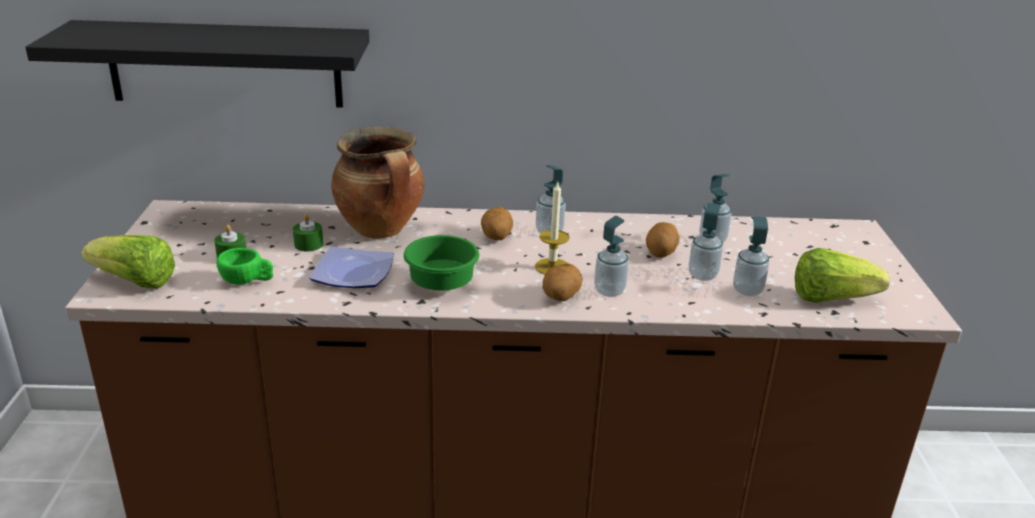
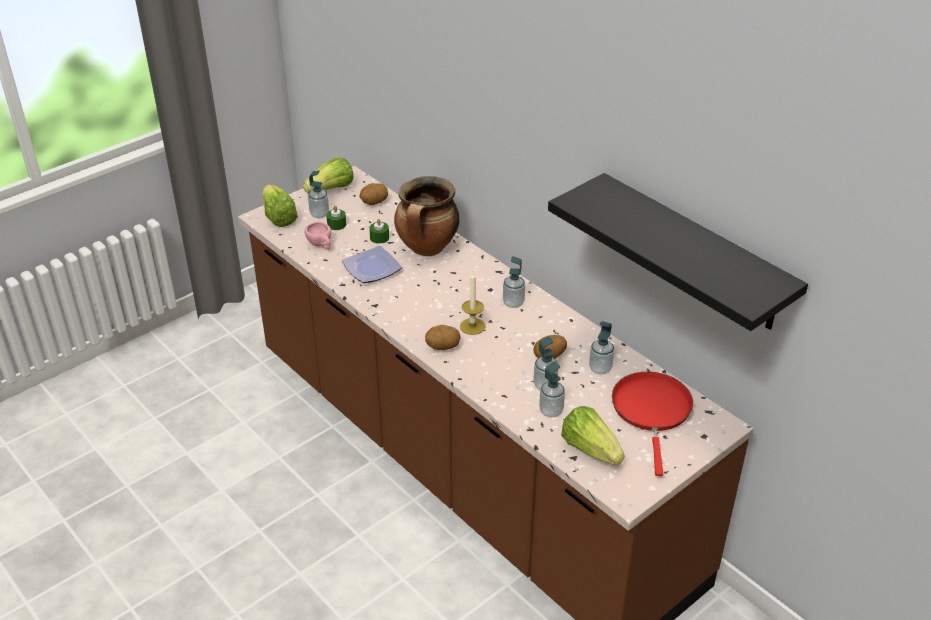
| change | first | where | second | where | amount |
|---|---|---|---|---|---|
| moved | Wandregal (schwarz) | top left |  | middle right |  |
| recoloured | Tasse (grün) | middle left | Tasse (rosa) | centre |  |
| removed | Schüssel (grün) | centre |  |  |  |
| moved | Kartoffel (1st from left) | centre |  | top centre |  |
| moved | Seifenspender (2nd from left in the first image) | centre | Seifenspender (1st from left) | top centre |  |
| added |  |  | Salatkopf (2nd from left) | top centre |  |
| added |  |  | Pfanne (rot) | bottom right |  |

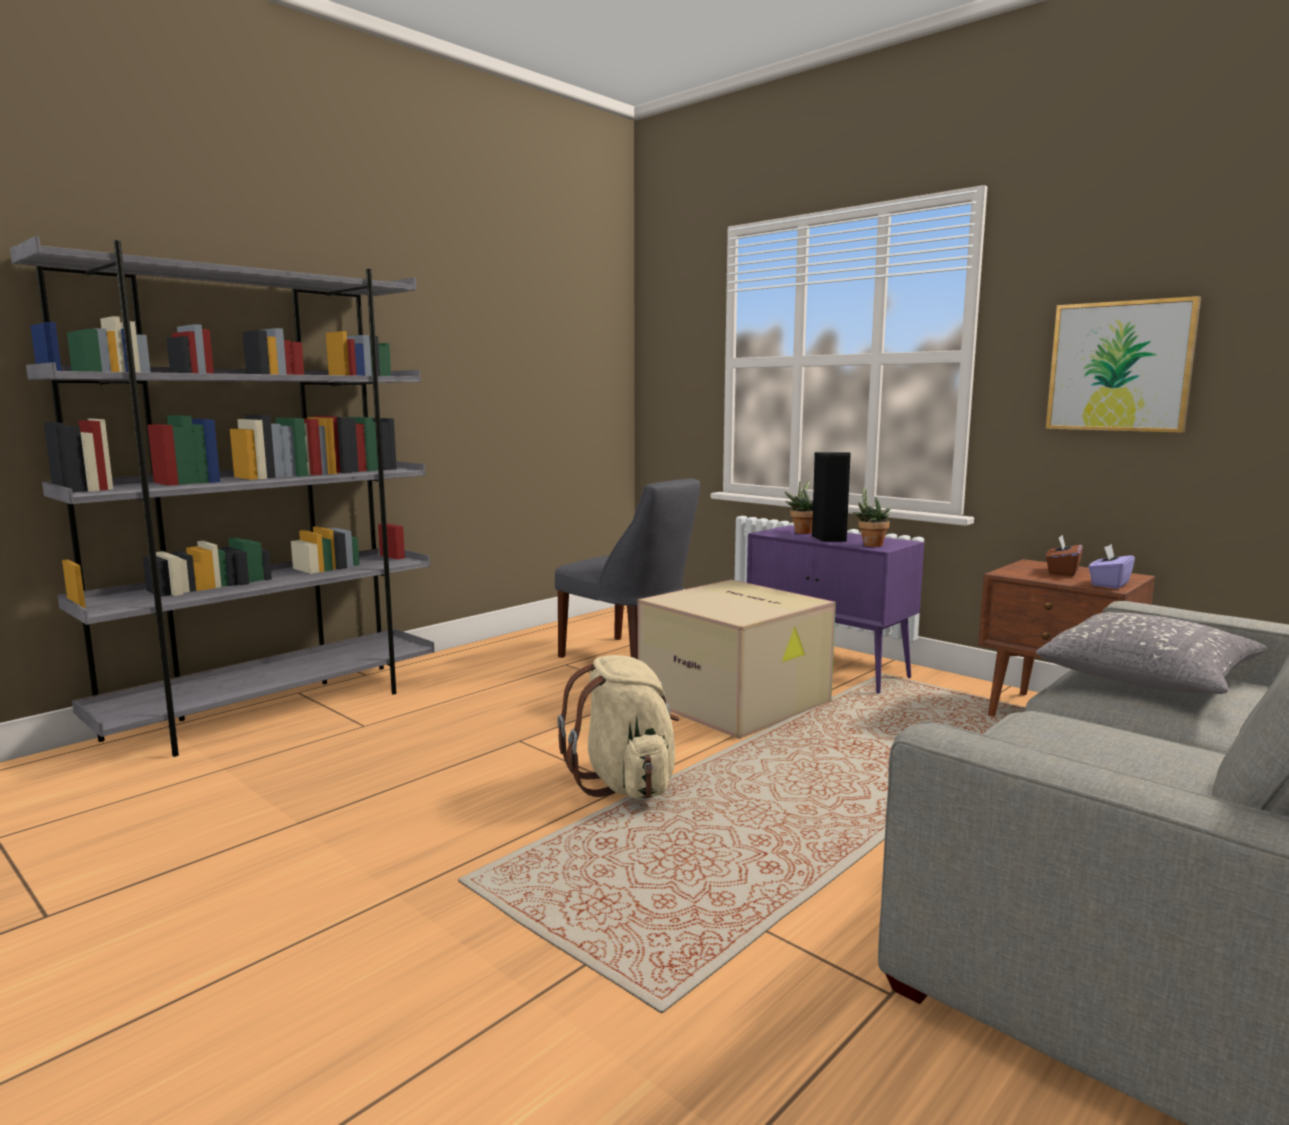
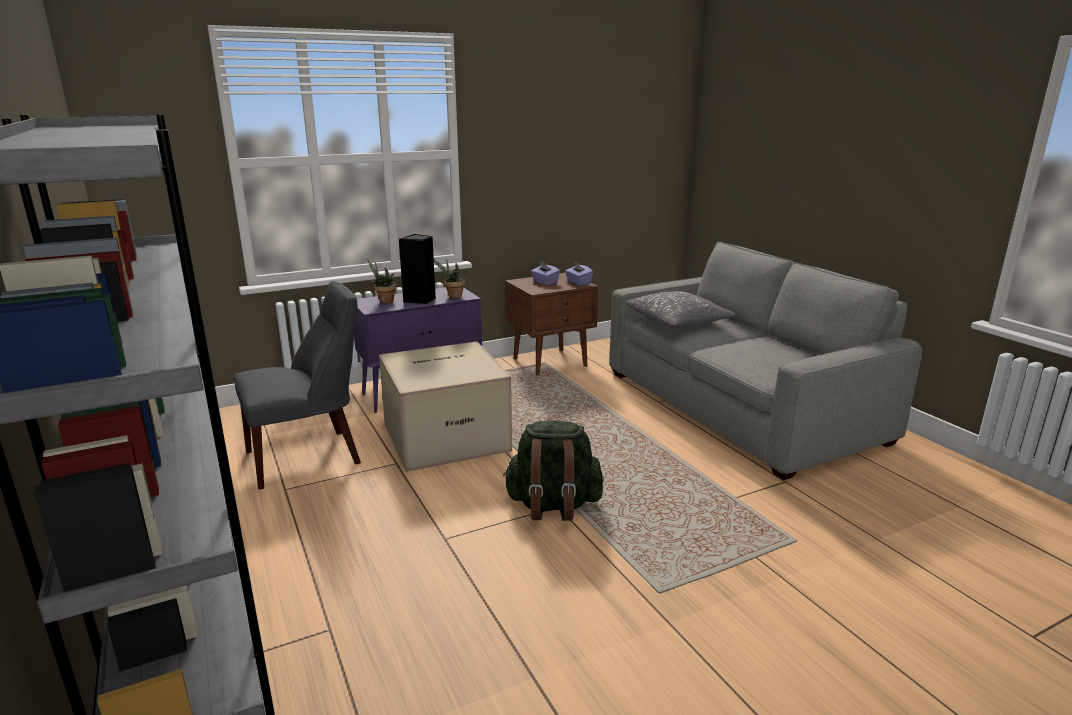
| change | first | where | second | where | amount |
|---|---|---|---|---|---|
| recoloured | Rucksack (beige) | centre | Rucksack (grün) | centre |  |
| removed | Bild | top right |  |  |  |
| recoloured | Taschentuchbox (braun) | middle right | Taschentuchbox (lila) (1st from left) | centre |  |

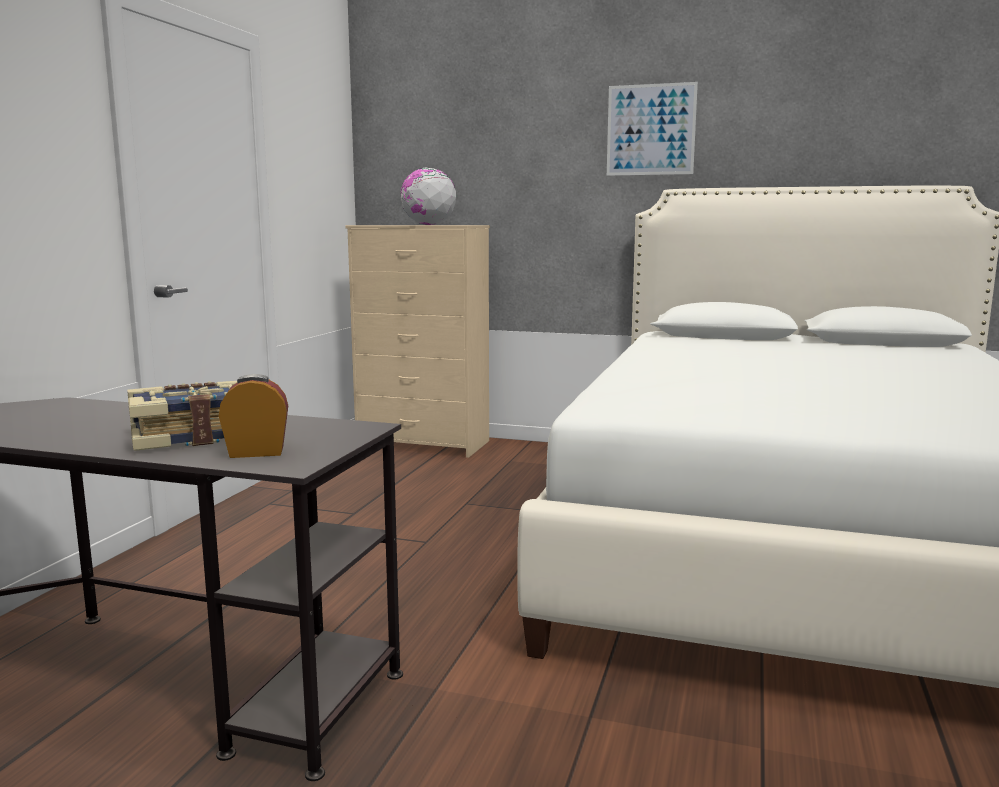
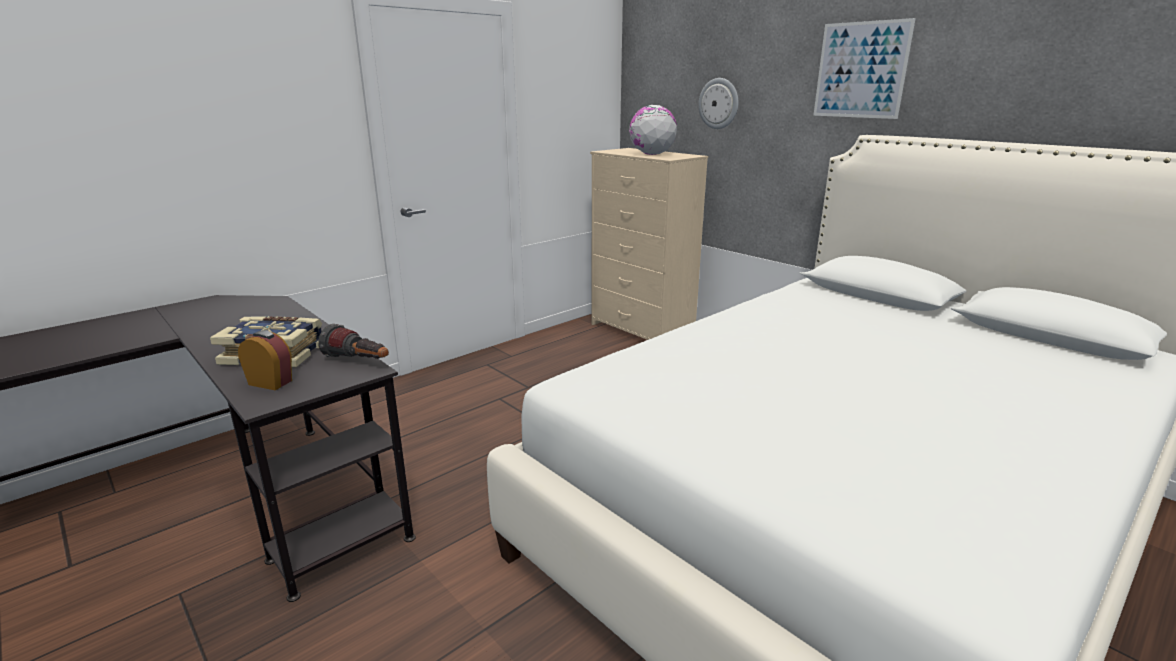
| change | first | where | second | where | amount |
|---|---|---|---|---|---|
| added |  |  | Taschenlampe | middle left |  |
| added |  |  | Wanduhr | top centre |  |

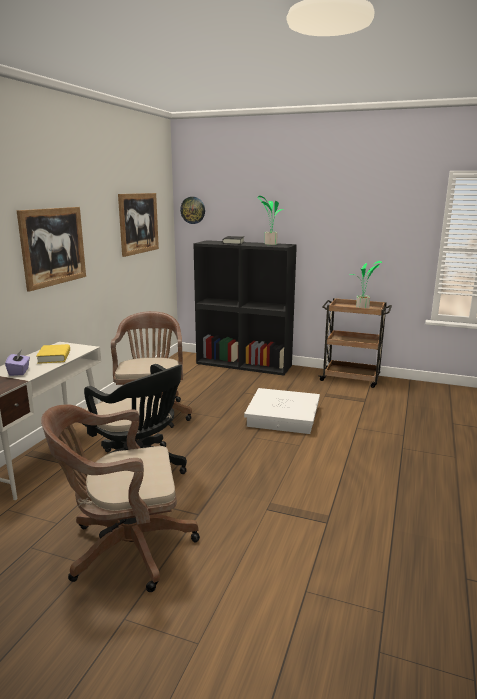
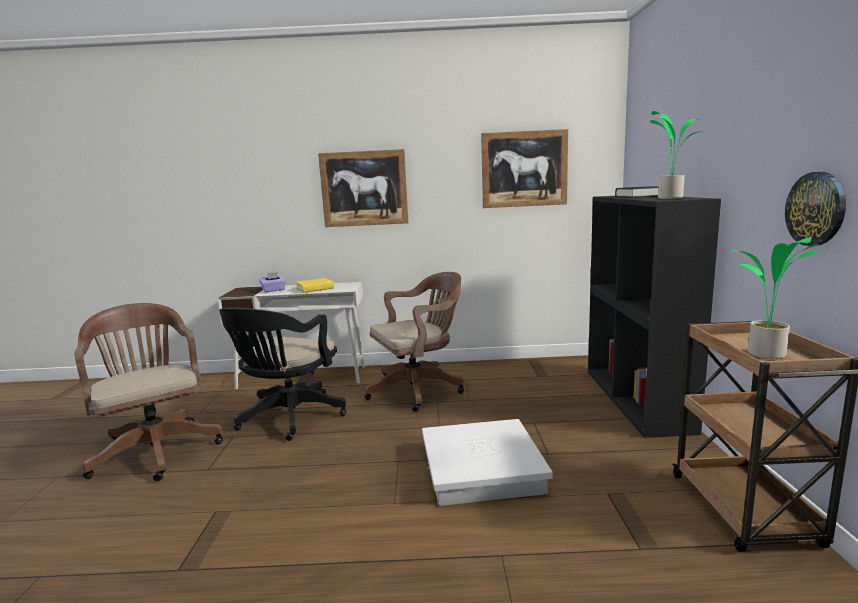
| change | first | where | second | where | amount |
|---|---|---|---|---|---|
| moved | Wanduhr | top centre |  | middle right |  |

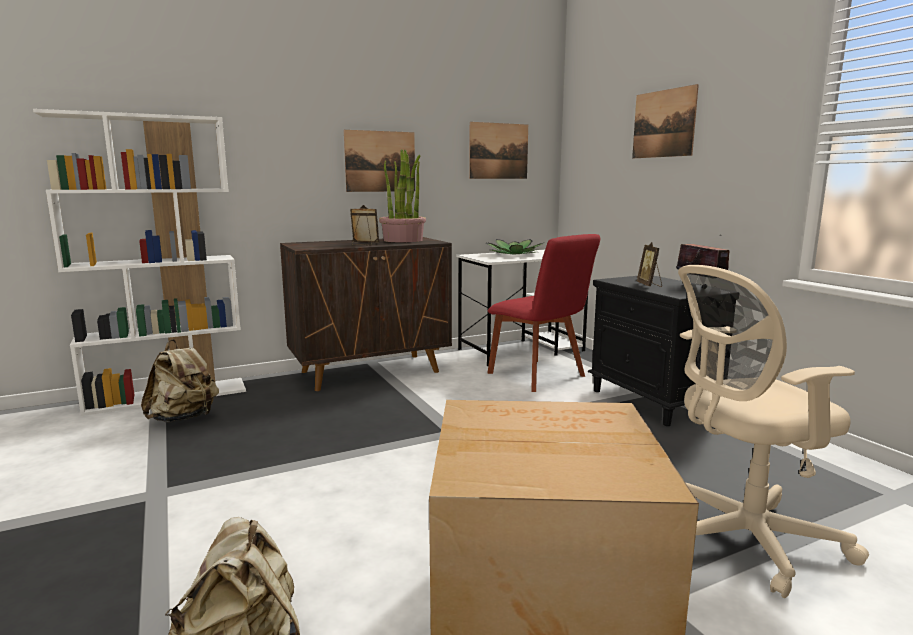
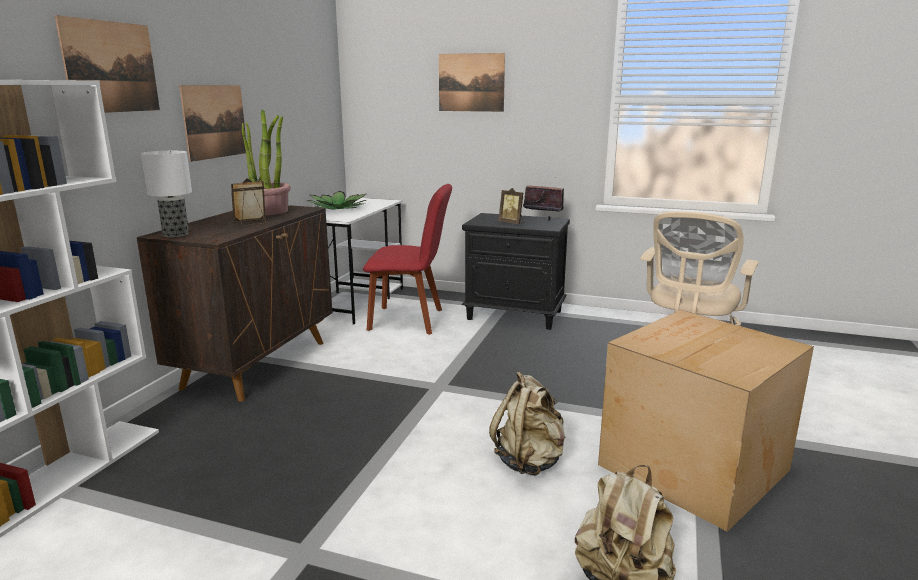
| change | first | where | second | where | amount |
|---|---|---|---|---|---|
| moved | Rucksack (beige) (1st from left) | middle left |  | bottom centre |  |
| moved | Bild (2nd from left in the first image) | top centre | Bild (1st from left) | top left |  |
| added |  |  | Tischlampe | middle left |  |

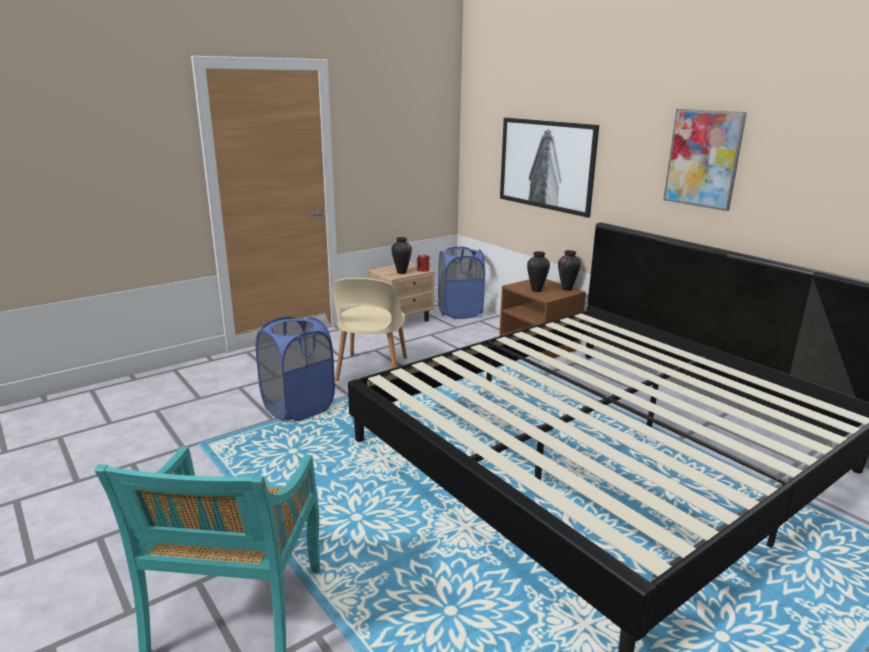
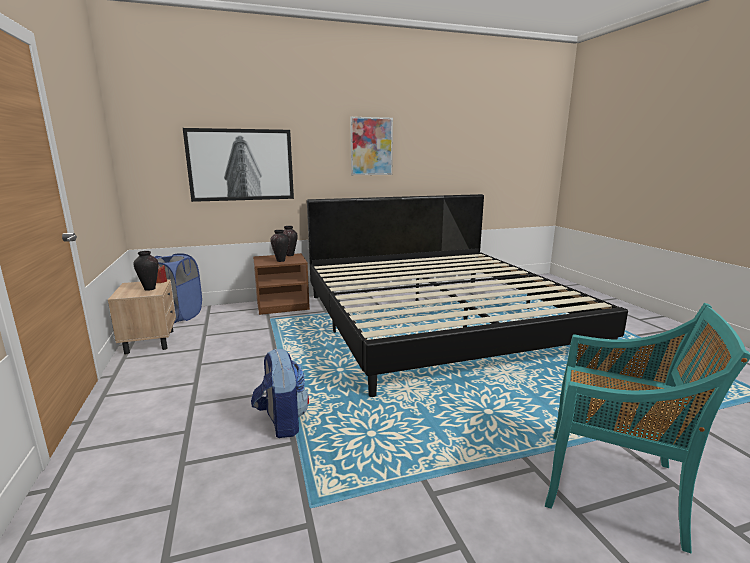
| change | first | where | second | where | amount |
|---|---|---|---|---|---|
| replaced | Wäschekorb (blau) (1st from left) | centre | Rucksack | bottom centre |  |
| removed | Stuhl (beige) | centre |  |  |  |

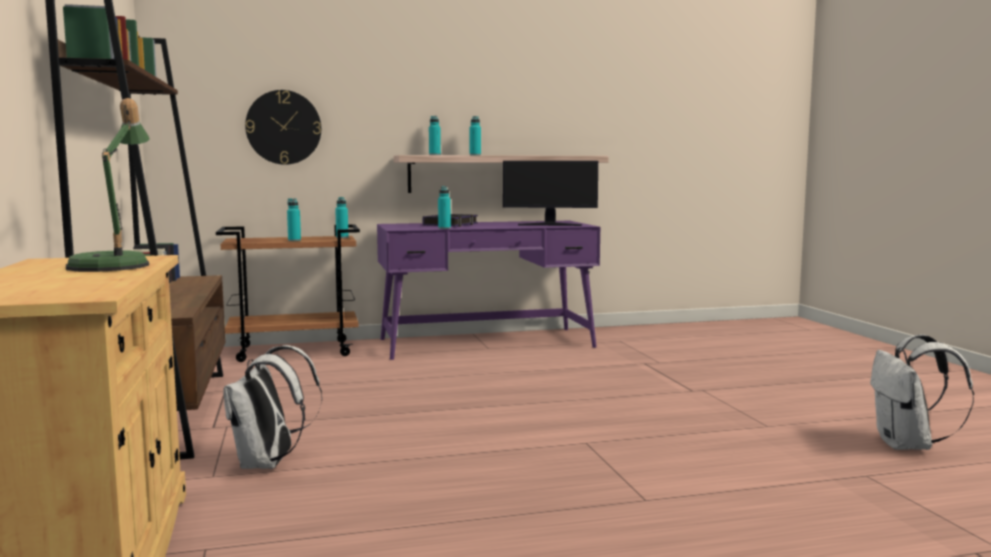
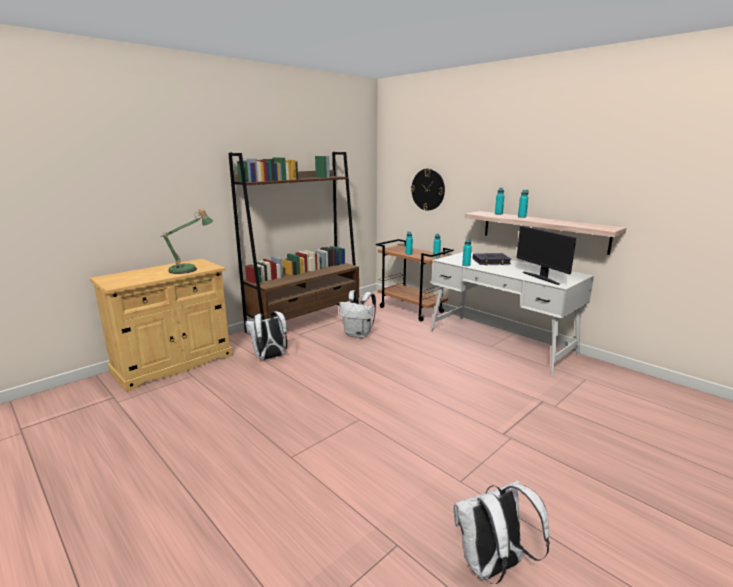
| change | first | where | second | where | amount |
|---|---|---|---|---|---|
| recoloured | Schreibtisch (lila) | centre | Schreibtisch (weiß) | middle right |  |
| added |  |  | Rucksack (weiß) (2nd from left) | centre |  |

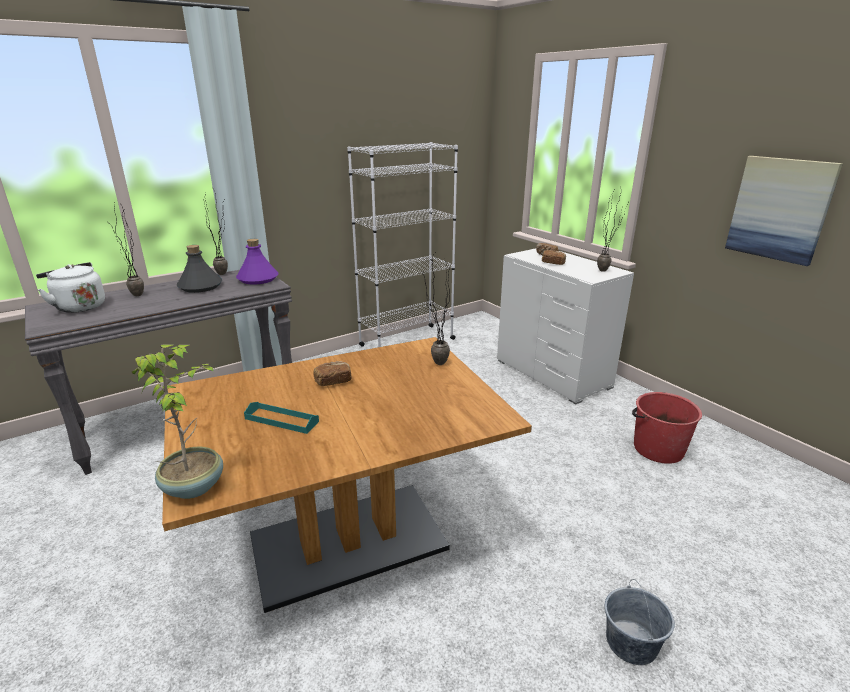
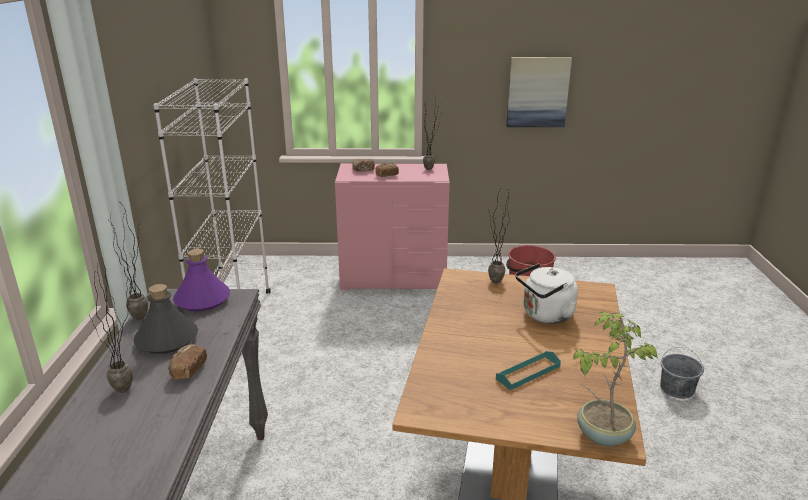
| change | first | where | second | where | amount |
|---|---|---|---|---|---|
| moved | Wasserkessel (weiß) | middle left |  | middle right |  |
| moved | Brot (1st from left) | centre |  | bottom left |  |
| recoloured | Kommode (weiß) | centre | Kommode (rosa) | centre |  |

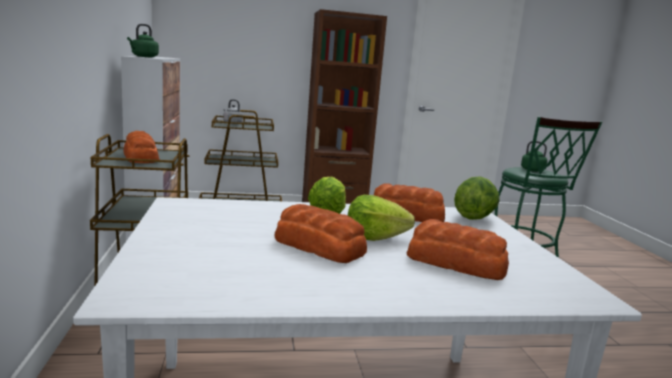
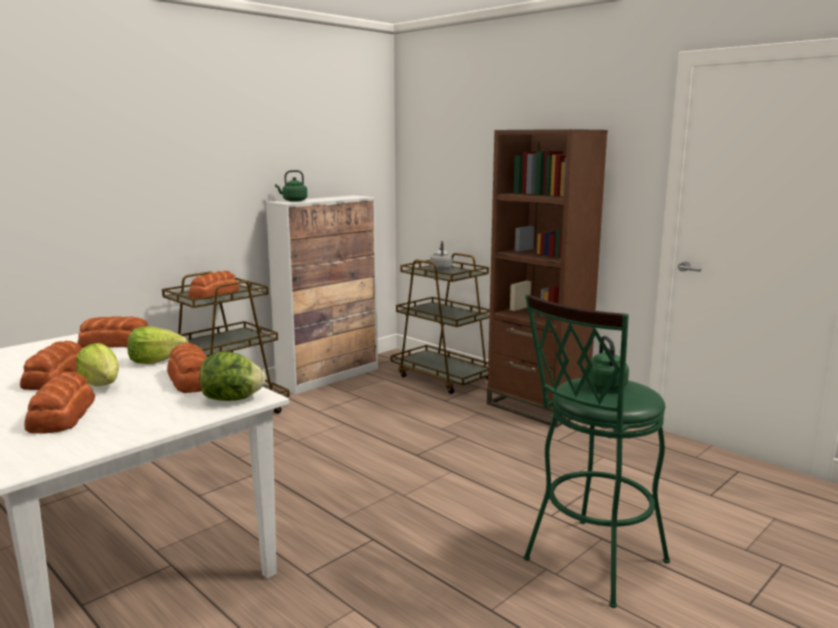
| change | first | where | second | where | amount |
|---|---|---|---|---|---|
| added |  |  | Brot (3rd from left) | middle left |  |

